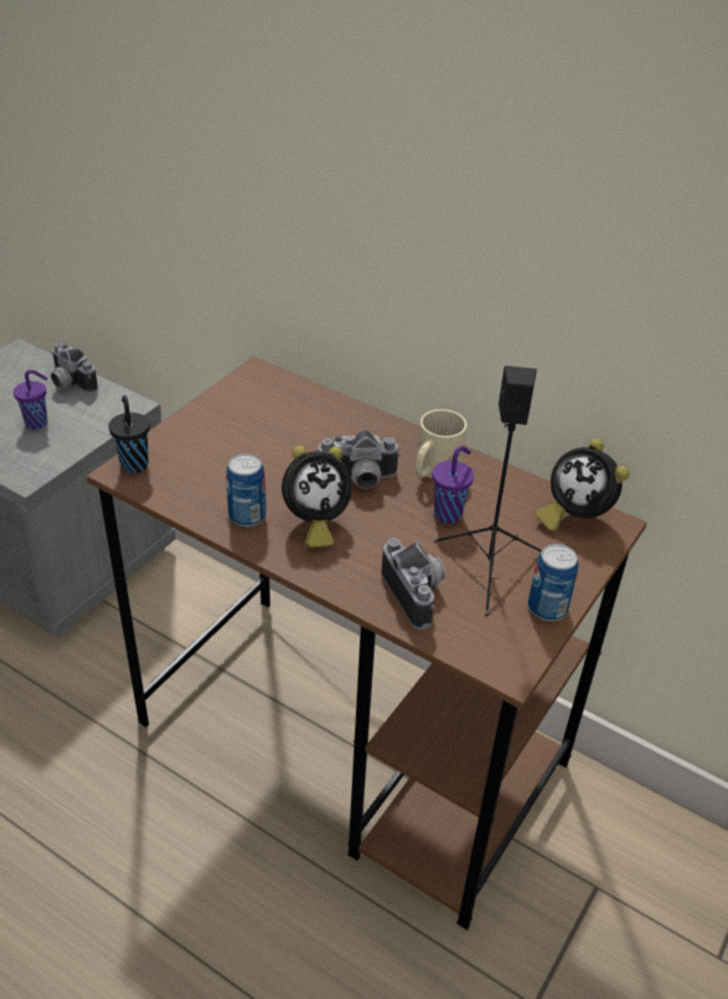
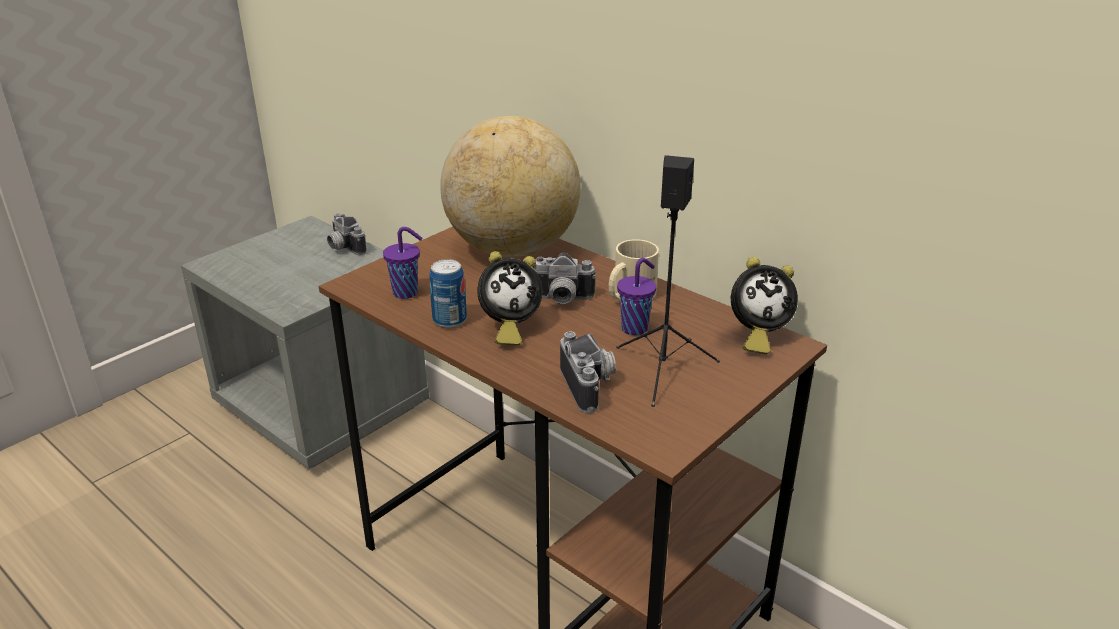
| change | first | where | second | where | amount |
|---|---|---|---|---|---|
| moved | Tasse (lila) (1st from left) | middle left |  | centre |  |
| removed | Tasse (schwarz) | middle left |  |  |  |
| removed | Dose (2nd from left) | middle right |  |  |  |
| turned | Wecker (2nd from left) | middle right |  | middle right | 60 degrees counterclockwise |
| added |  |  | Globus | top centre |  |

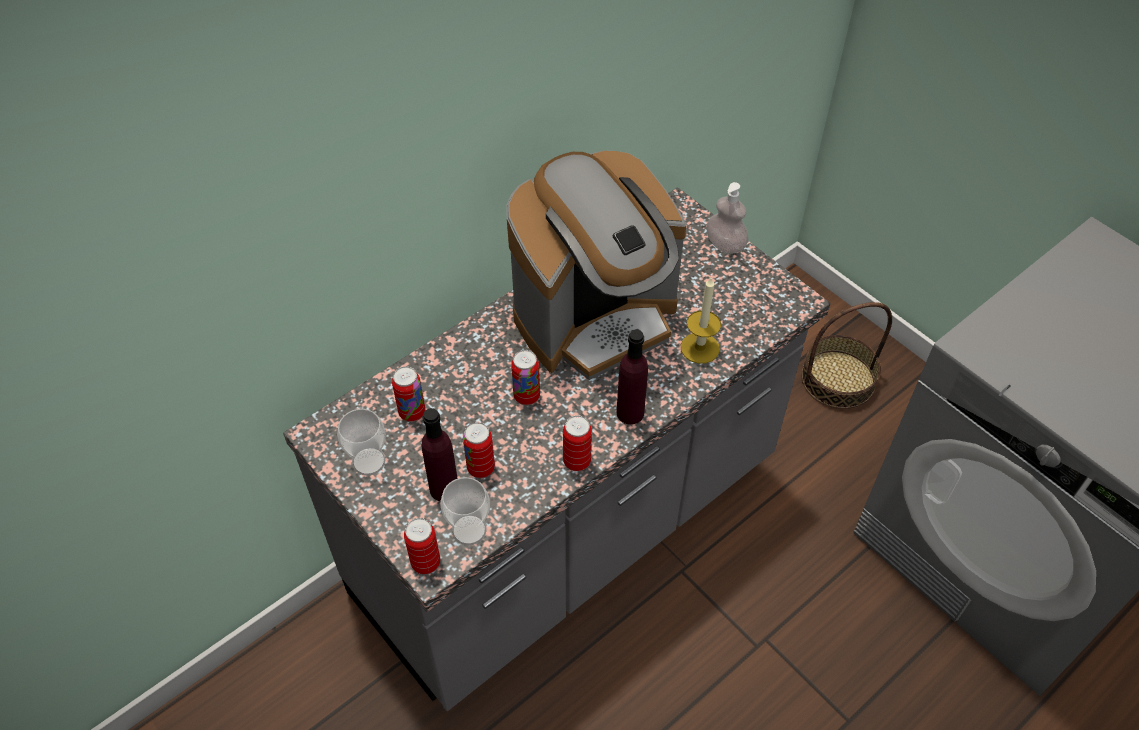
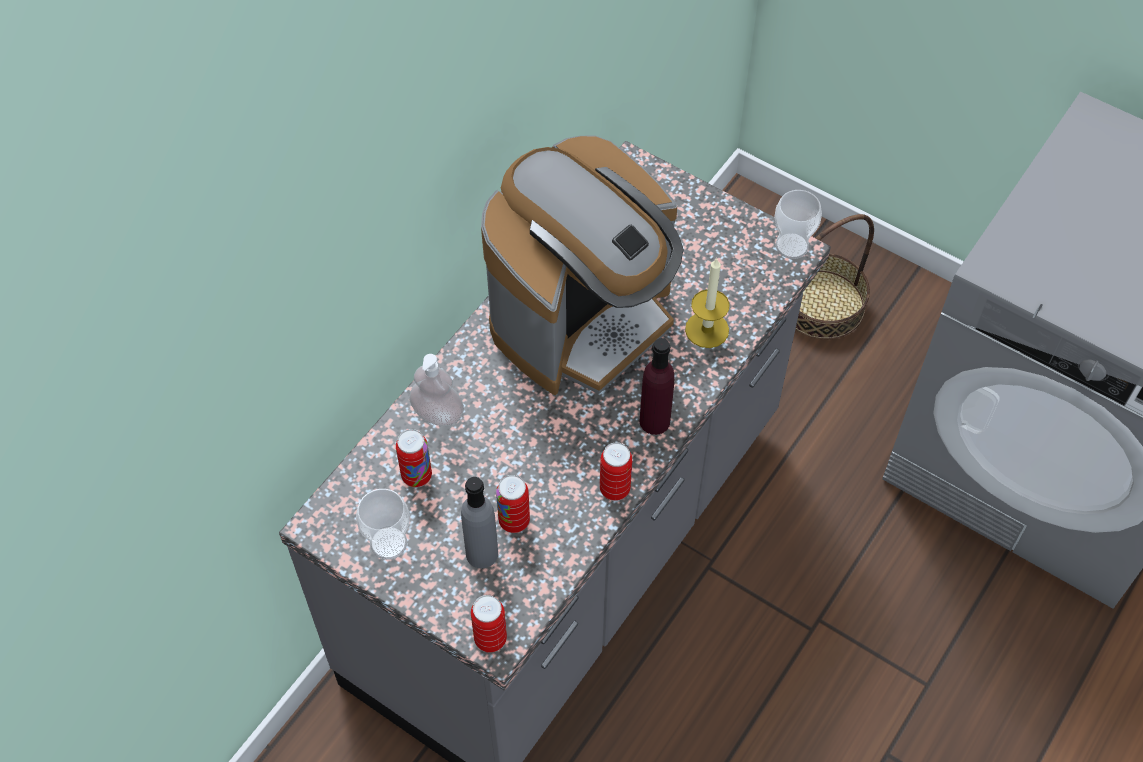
| change | first | where | second | where | amount |
|---|---|---|---|---|---|
| recoloured | Flasche (lila) (1st from left) | centre | Flasche (grau) | bottom centre |  |
| moved | Tasse (2nd from left) | bottom centre |  | top right |  |
| removed | Dose (4th from left) | centre |  |  |  |
| moved | Seifenspender | top centre |  | centre |  |

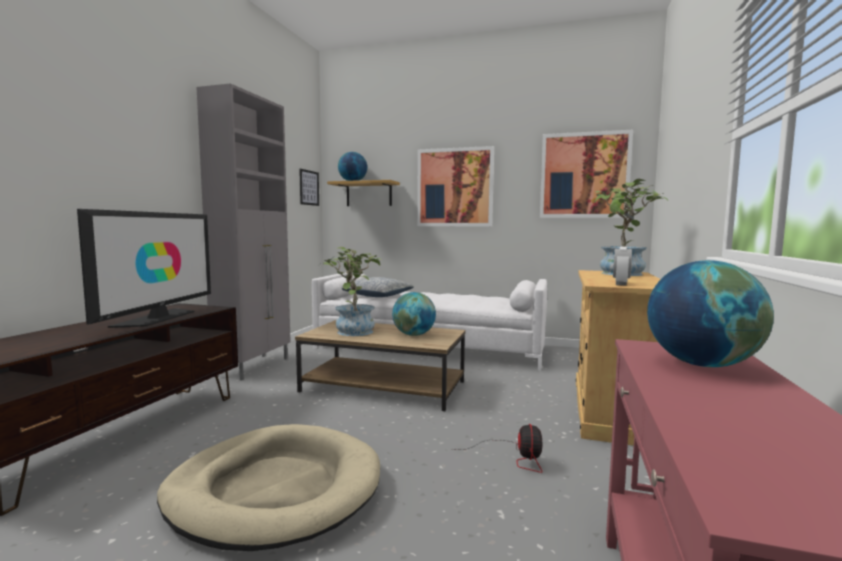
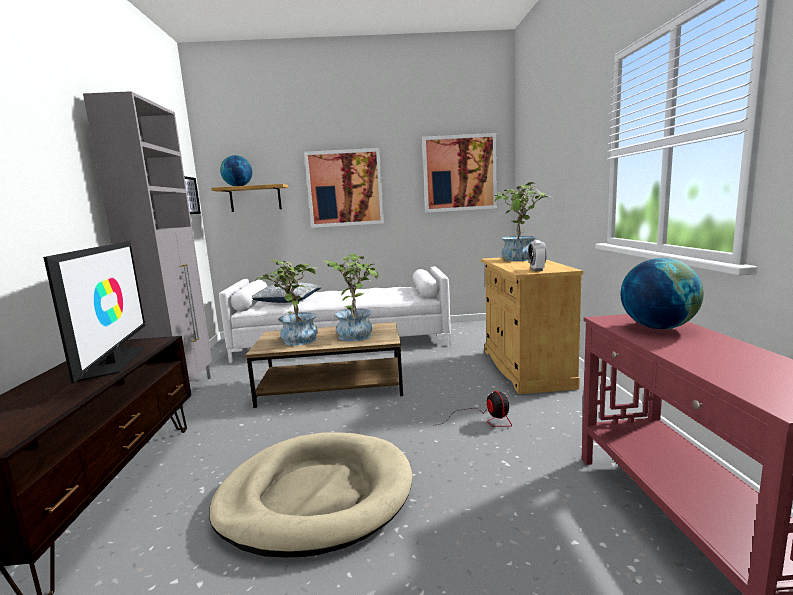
| change | first | where | second | where | amount |
|---|---|---|---|---|---|
| replaced | Globus (2nd from left) | centre | Topfpflanze (2nd from left) | centre |  |

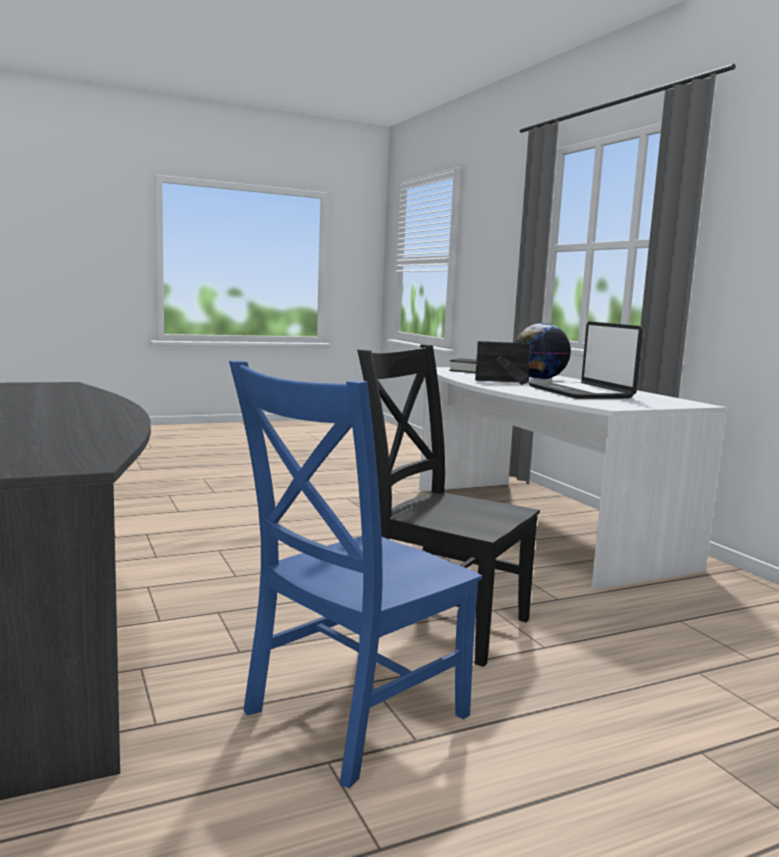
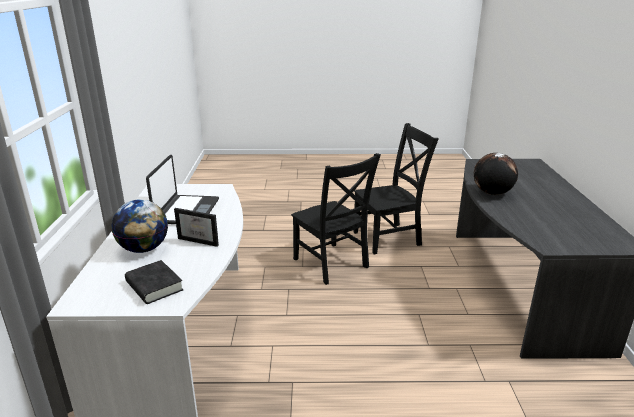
| change | first | where | second | where | amount |
|---|---|---|---|---|---|
| recoloured | Stuhl (blau) | bottom centre | Stuhl (schwarz) (2nd from left) | centre |  |
| added |  |  | Globus (2nd from left) | middle right |  |

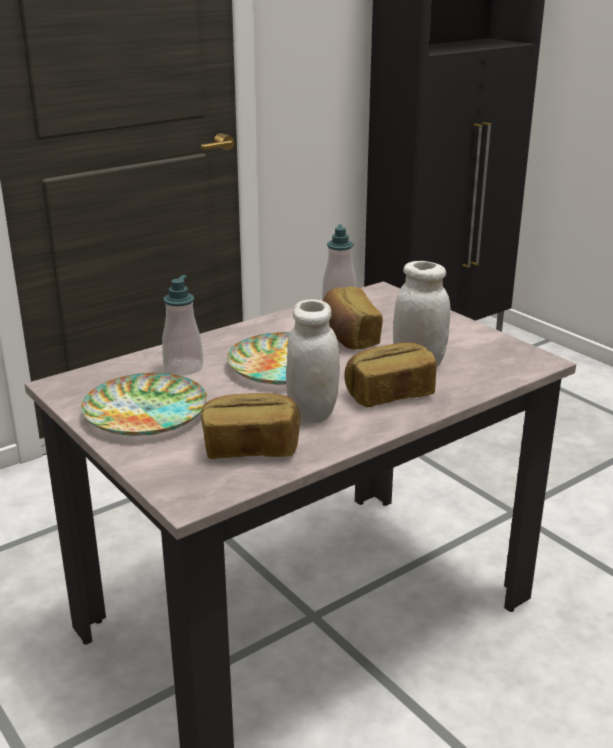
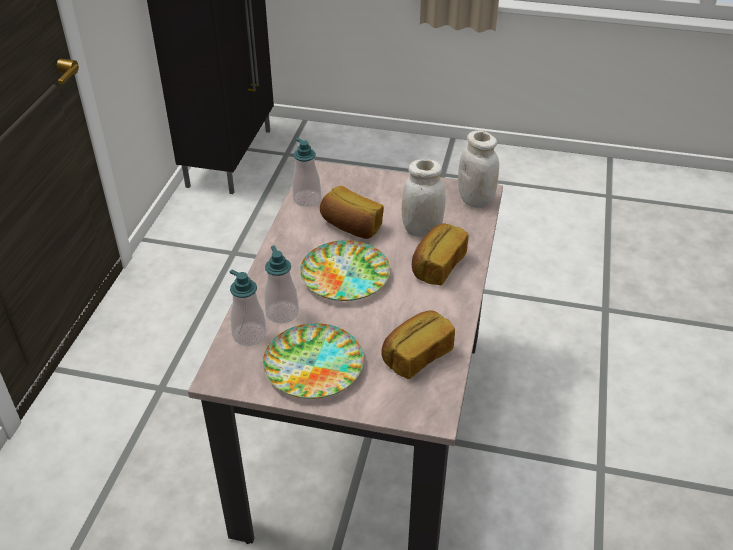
| change | first | where | second | where | amount |
|---|---|---|---|---|---|
| moved | Vorratsglas (weiß) (1st from left in the first image) | centre | Vorratsglas (weiß) (2nd from left) | top centre |  |
| added |  |  | Seifenspender (1st from left) | centre |  |

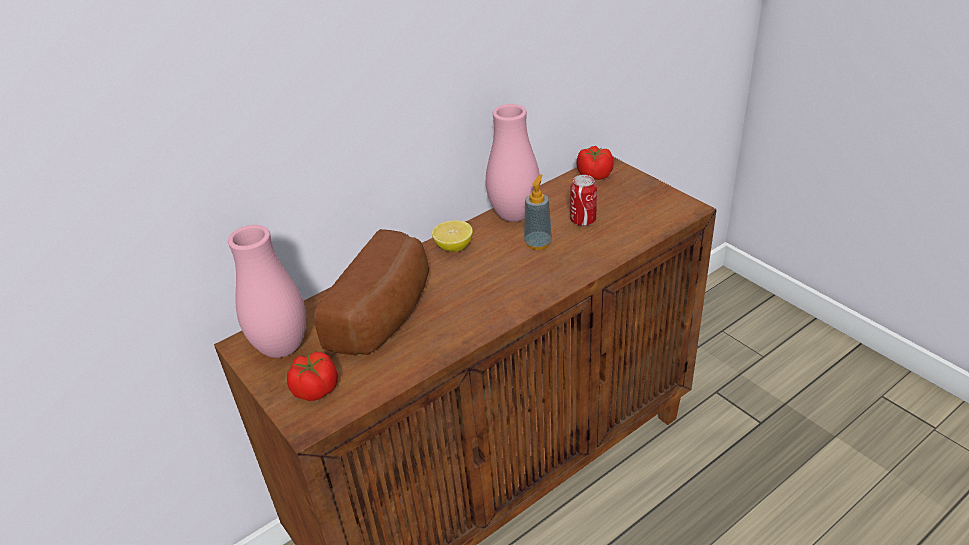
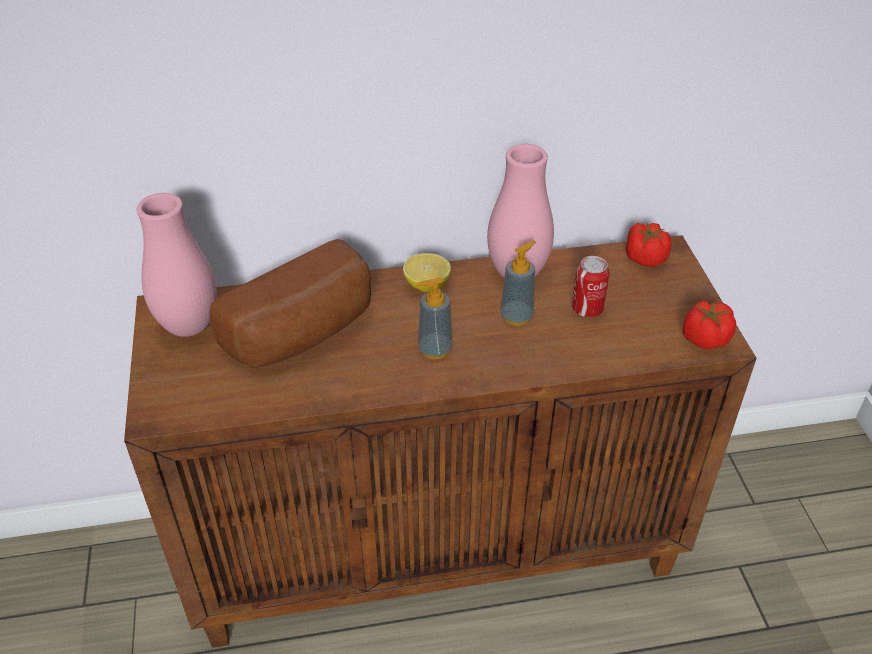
| change | first | where | second | where | amount |
|---|---|---|---|---|---|
| moved | Tomate (1st from left in the first image) | bottom left | Tomate (2nd from left) | middle right |  |
| added |  |  | Seifenspender (1st from left) | centre |  |

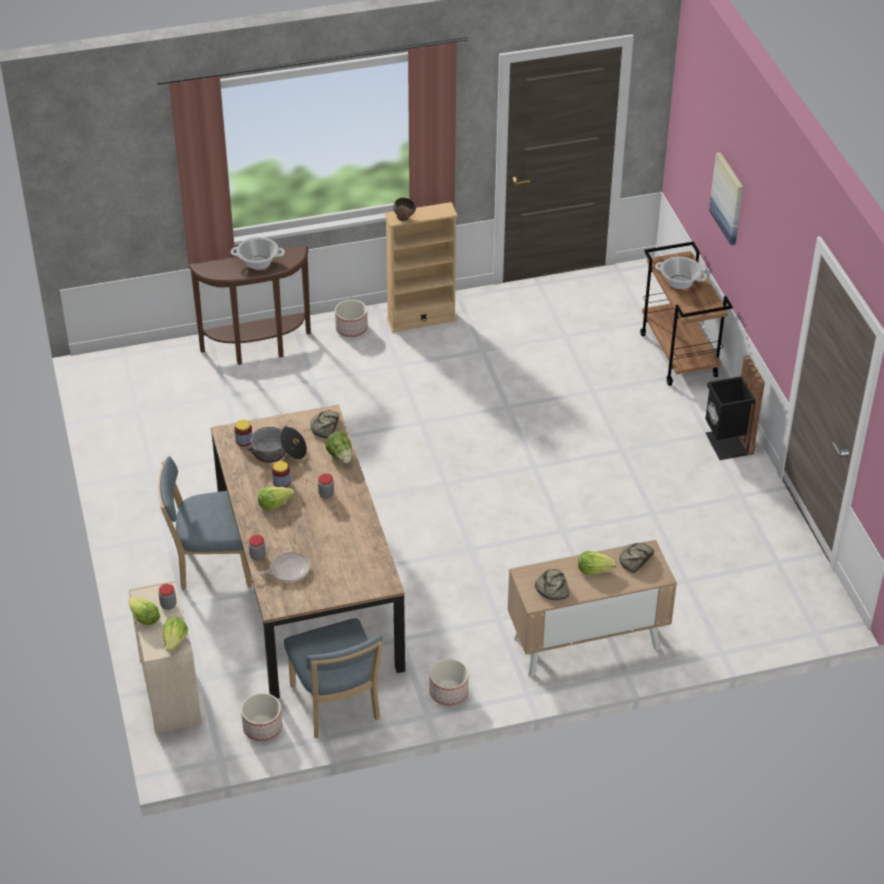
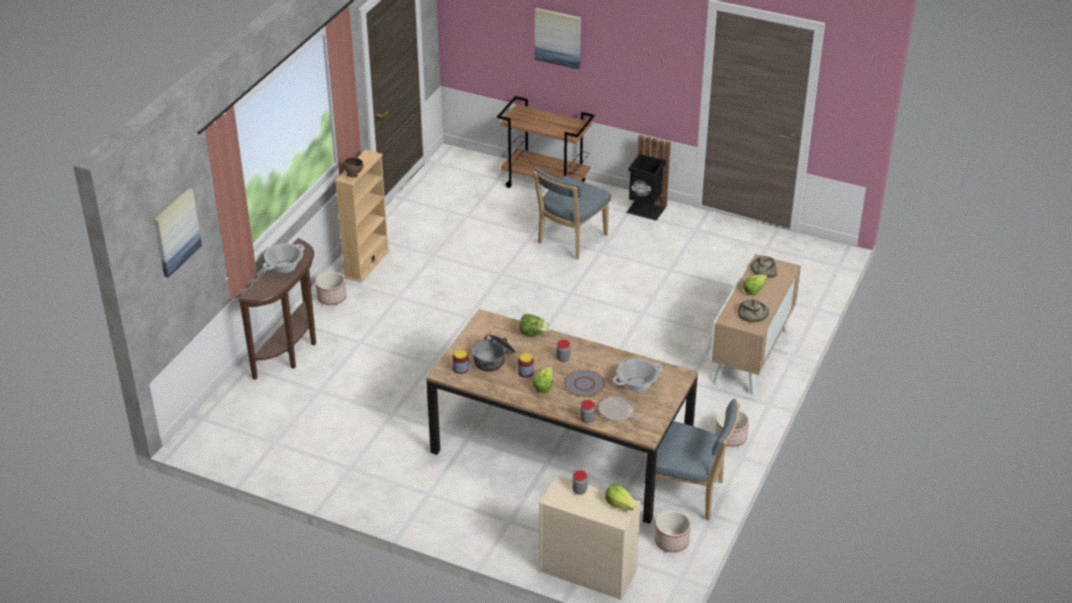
| change | first | where | second | where | amount |
|---|---|---|---|---|---|
| removed | Salatkopf (1st from left) | bottom left |  |  |  |
| moved | Stuhl (blau) (1st from left) | middle left |  | centre |  |
| turned | Pfanne | middle left |  | bottom centre | 75 degrees counterclockwise |
| removed | Brot (1st from left) | centre |  |  |  |
| moved | Kochtopf (3rd from left) | top right |  | centre |  |
| added |  |  | Bild (1st from left) | middle left |  |
| added |  |  | Teller (grau) | centre |  |

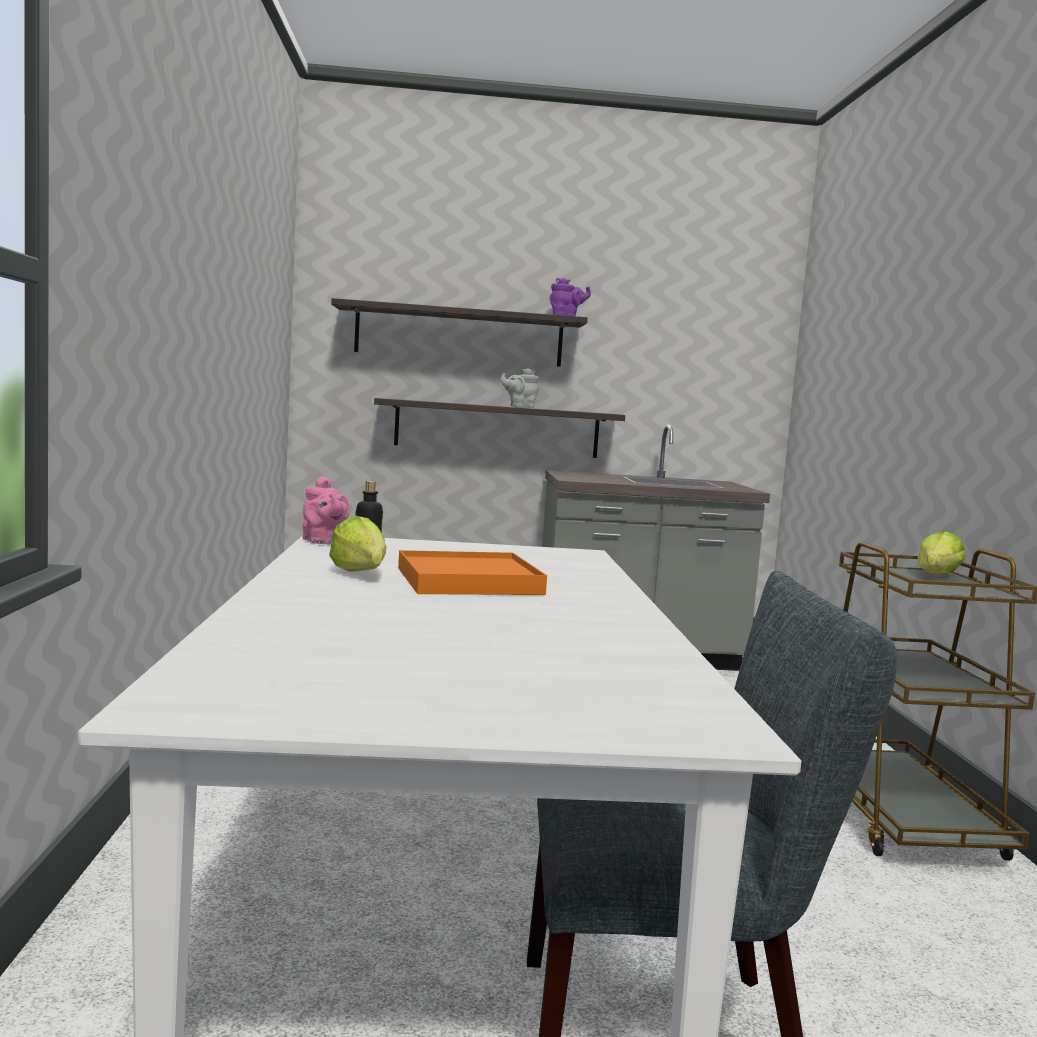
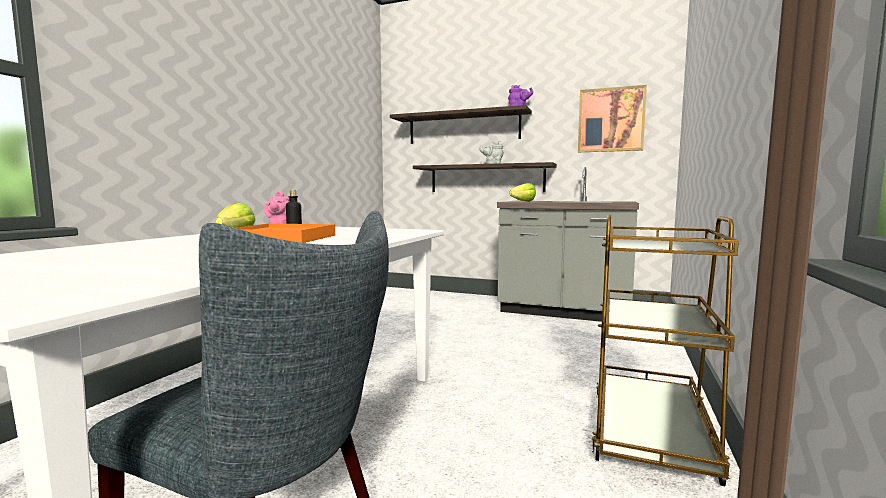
| change | first | where | second | where | amount |
|---|---|---|---|---|---|
| moved | Salatkopf (2nd from left) | middle right |  | centre |  |
| added |  |  | Bild | top right |  |

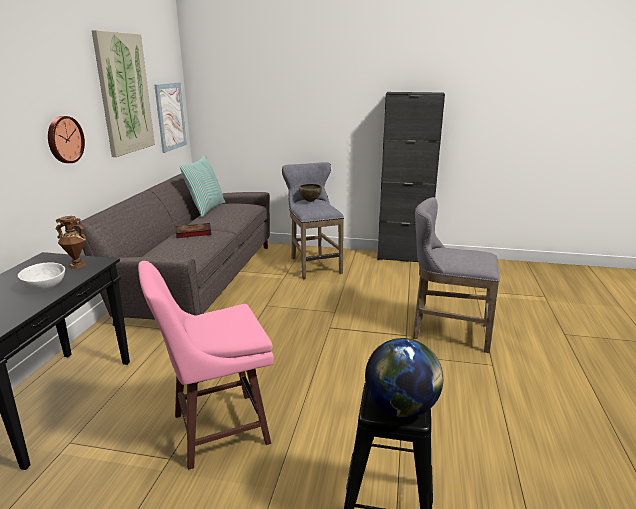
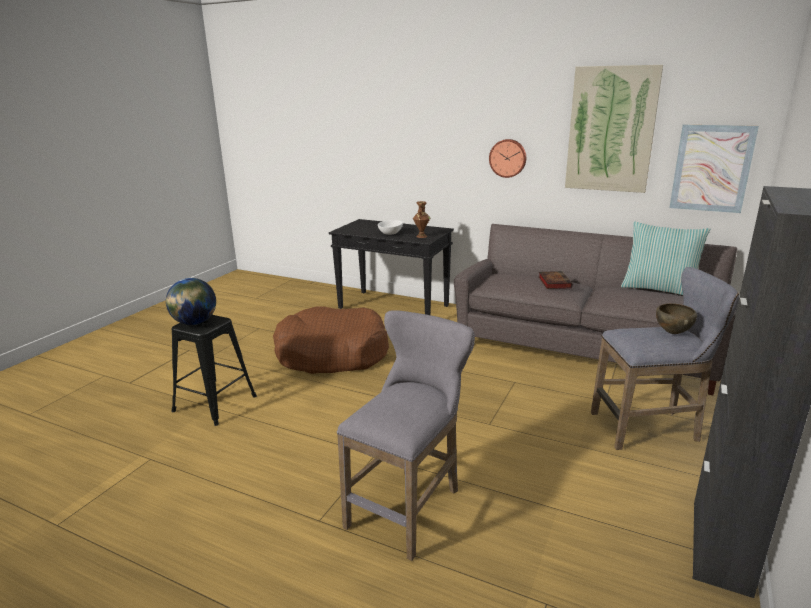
| change | first | where | second | where | amount |
|---|---|---|---|---|---|
| replaced | Hocker (rosa) | bottom left | Hundebett (braun) | centre |  |

